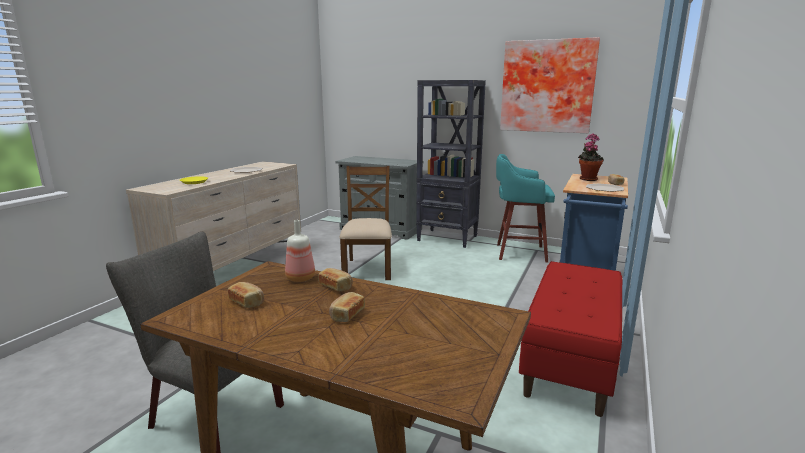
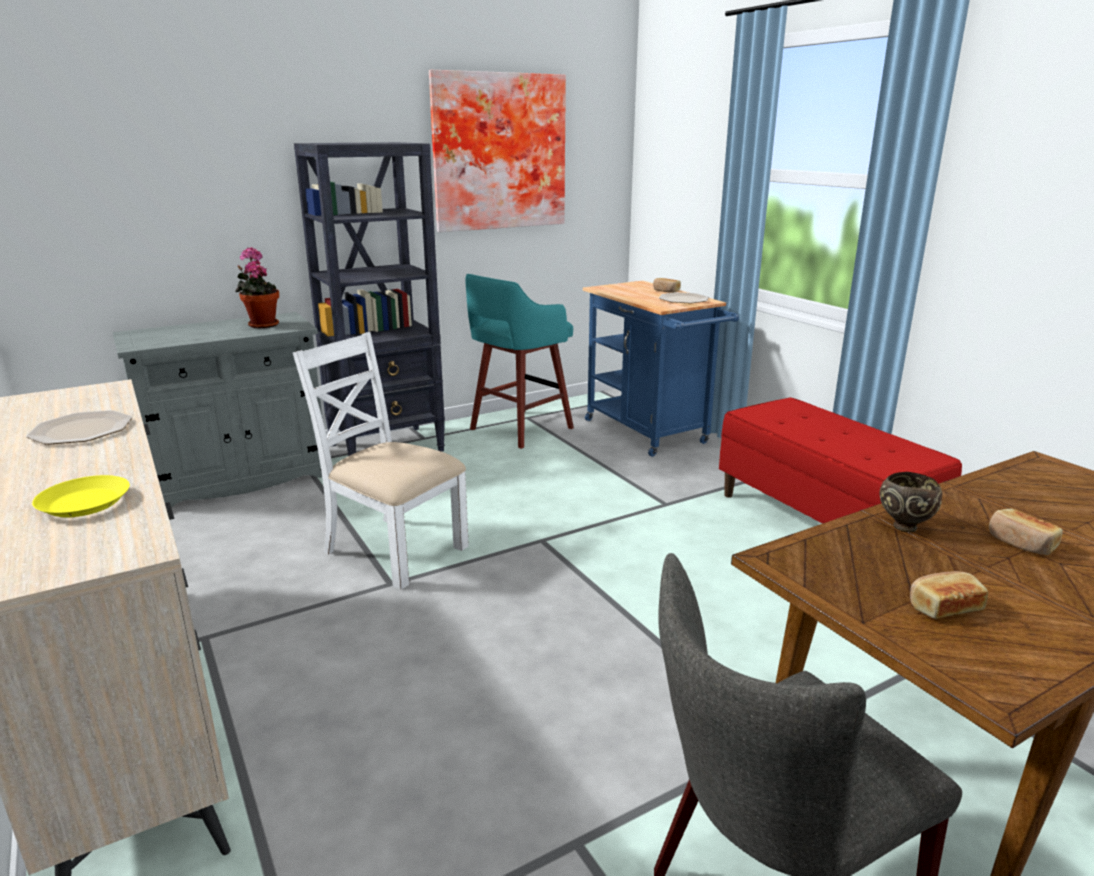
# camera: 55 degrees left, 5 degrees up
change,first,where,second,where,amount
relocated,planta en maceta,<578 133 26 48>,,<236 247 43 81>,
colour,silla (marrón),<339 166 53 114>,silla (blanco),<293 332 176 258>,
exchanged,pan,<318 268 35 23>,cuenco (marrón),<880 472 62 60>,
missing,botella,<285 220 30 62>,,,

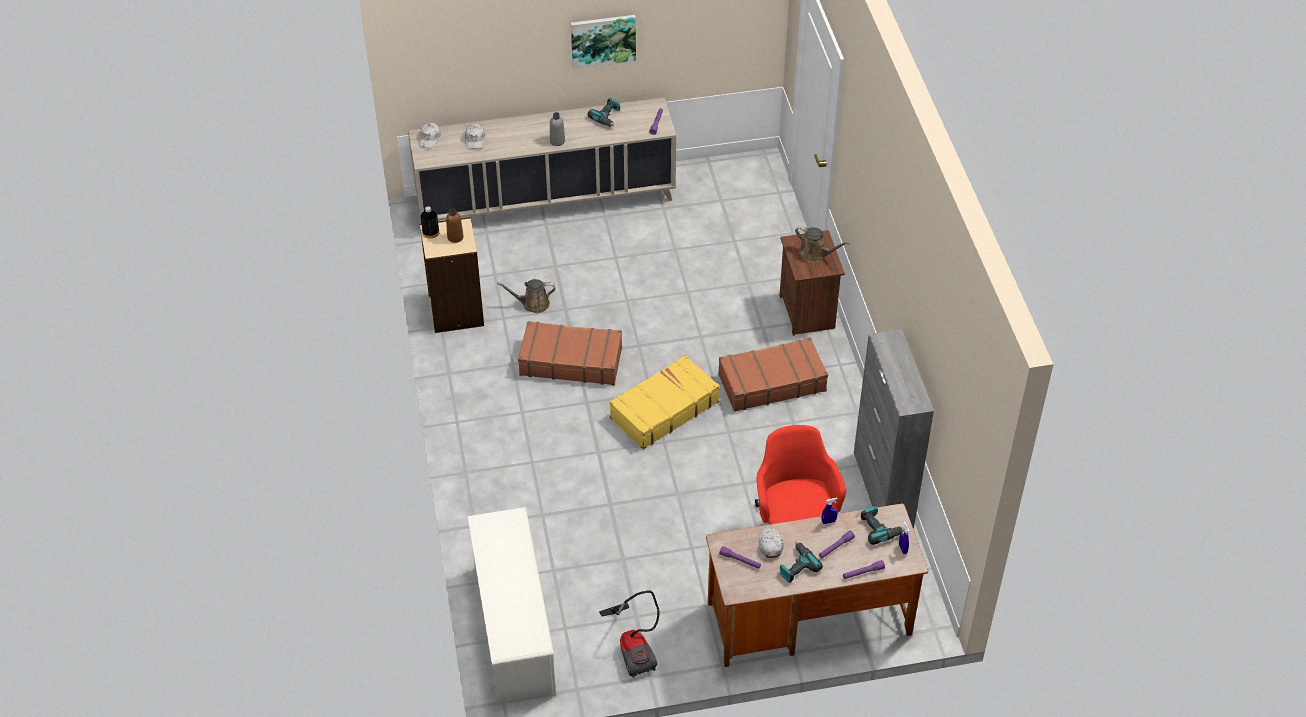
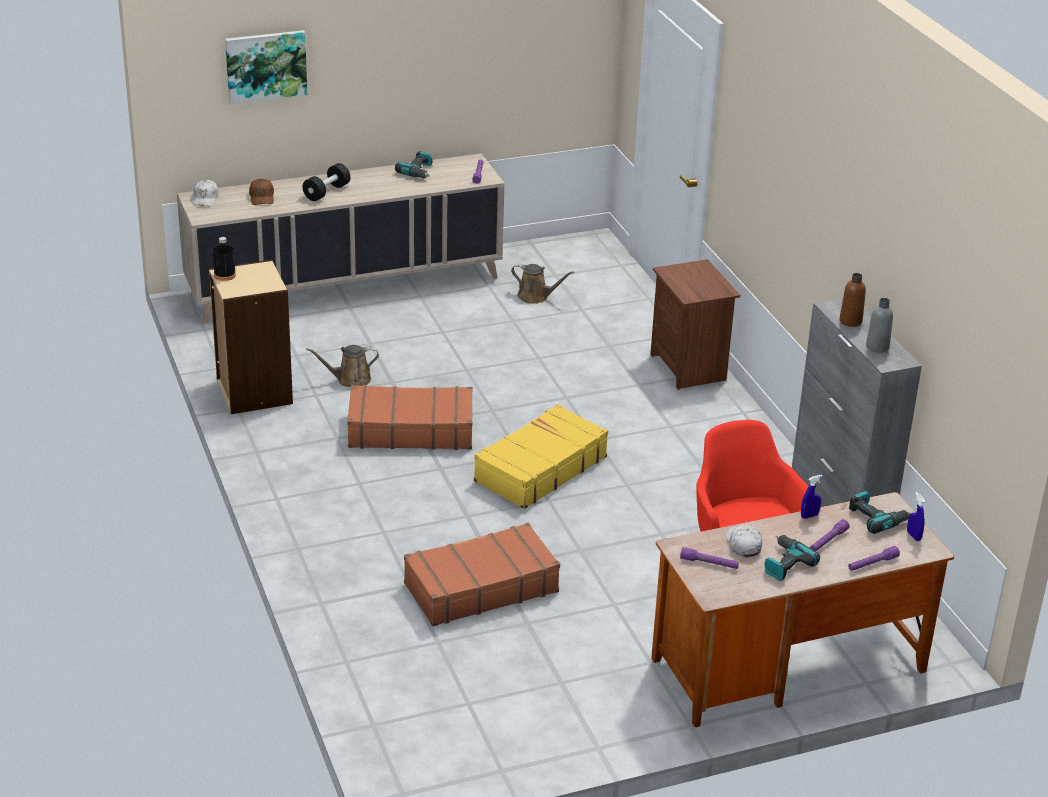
# camera: 10 degrees left, 15 degrees down
change,first,where,second,where,amount
relocated,cuadro,<571 15 65 54>,,<225 30 82 75>,
colour,gorra (blanco),<465 124 20 25>,gorra (marrón),<249 179 25 26>,
appeared,,,mancuerna (negro),<302 163 48 38>,
relocated,maleta (marrón),<718 337 110 75>,,<404 523 156 103>,
relocated,regadera (marrón),<795 225 54 38>,,<511 264 63 40>,
relocated,botella (marrón),<446 208 18 35>,,<840 273 26 54>,
relocated,botella (gris),<550 112 15 34>,,<866 298 27 55>,
missing,zapatero (blanco),<467 507 89 196>,,,
missing,aspiradora,<599 591 60 87>,,,

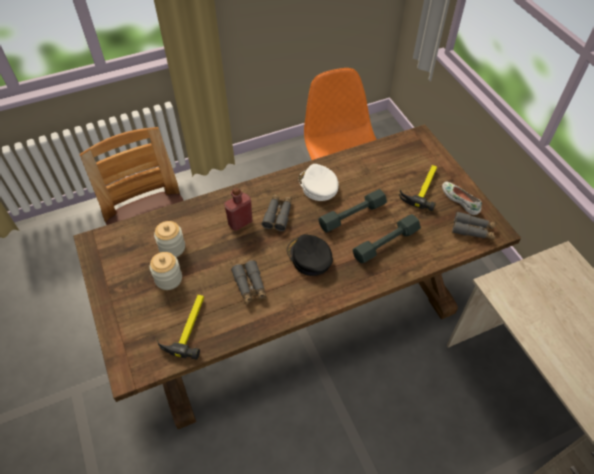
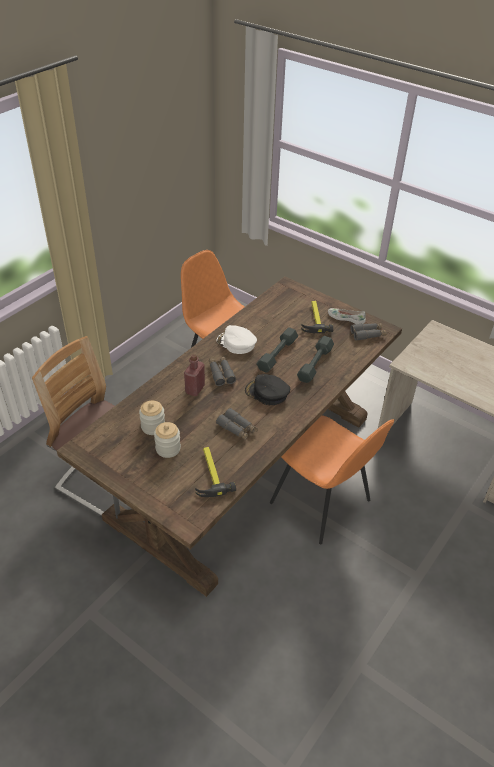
# camera: 30 degrees left, 10 degrees down
change,first,where,second,where,amount
appeared,,,silla (naranja),<270 415 124 130>,

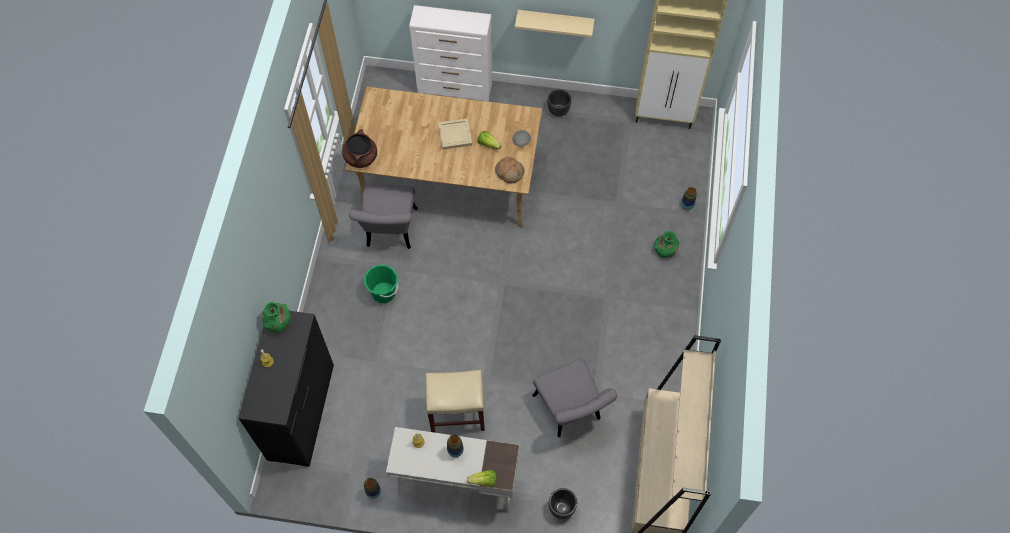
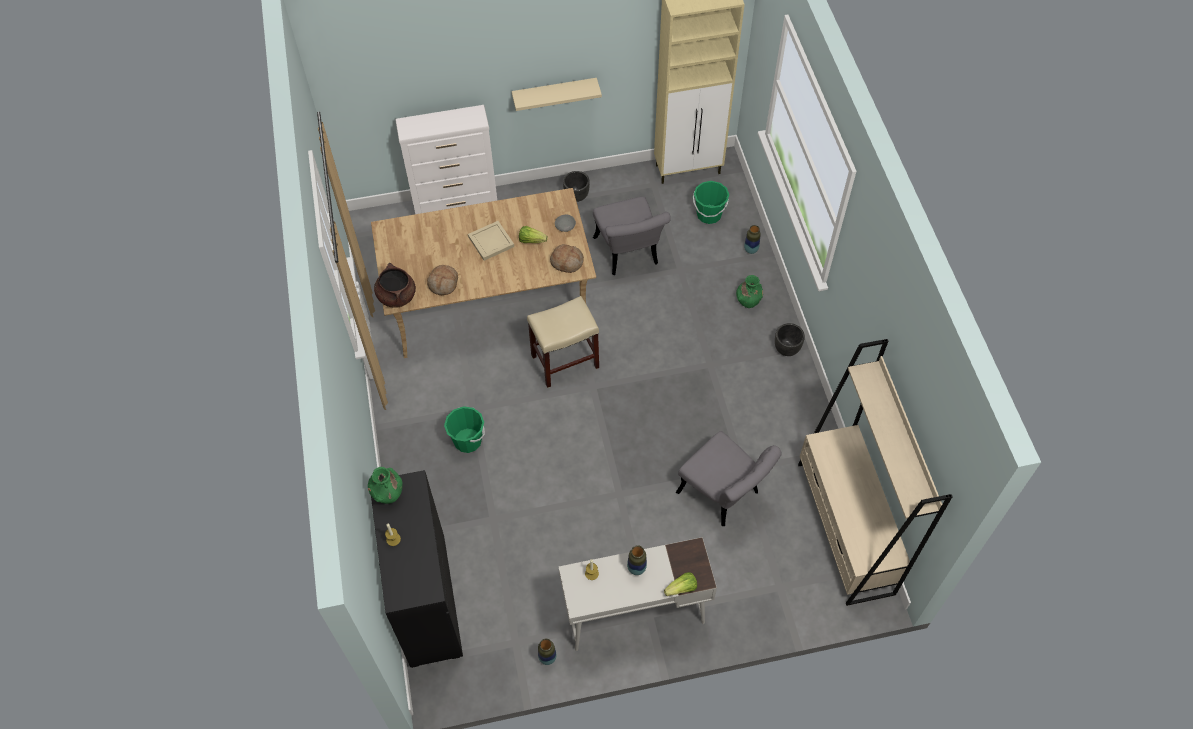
# camera: 20 degrees left, 5 degrees down
change,first,where,second,where,amount
appeared,,,pan,<427 265 31 30>,
relocated,taburete (beis),<425 370 60 63>,,<527 296 72 92>,
relocated,silla (gris),<349 184 69 65>,,<593 197 78 78>,
appeared,,,cubo (verde),<693 181 36 43>,
relocated,maceta (negro),<549 488 28 31>,,<775 323 30 33>,

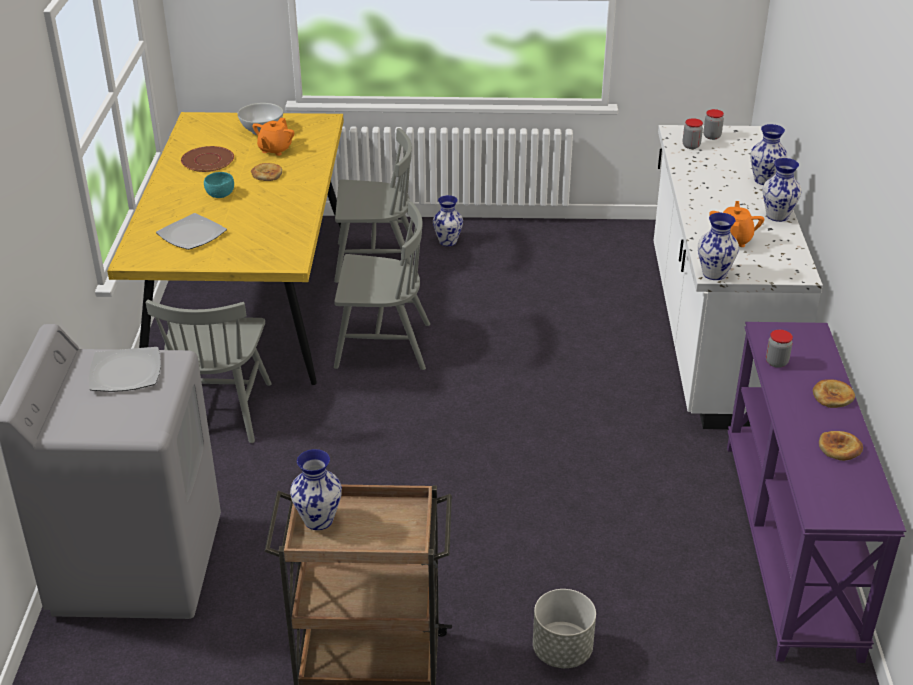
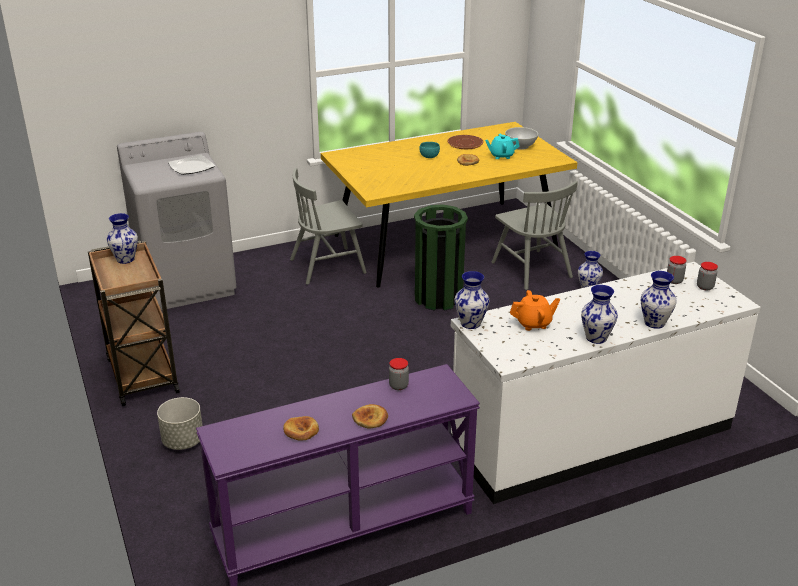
# camera: 65 degrees right, 5 degrees down
change,first,where,second,where,amount
exchanged,silla (gris),<334 202 96 168>,papelera (verde),<414 204 54 107>,
colour,tetera (naranja),<253 118 41 38>,tetera (turquesa),<485 134 35 25>,
missing,plato,<156 213 71 37>,,,

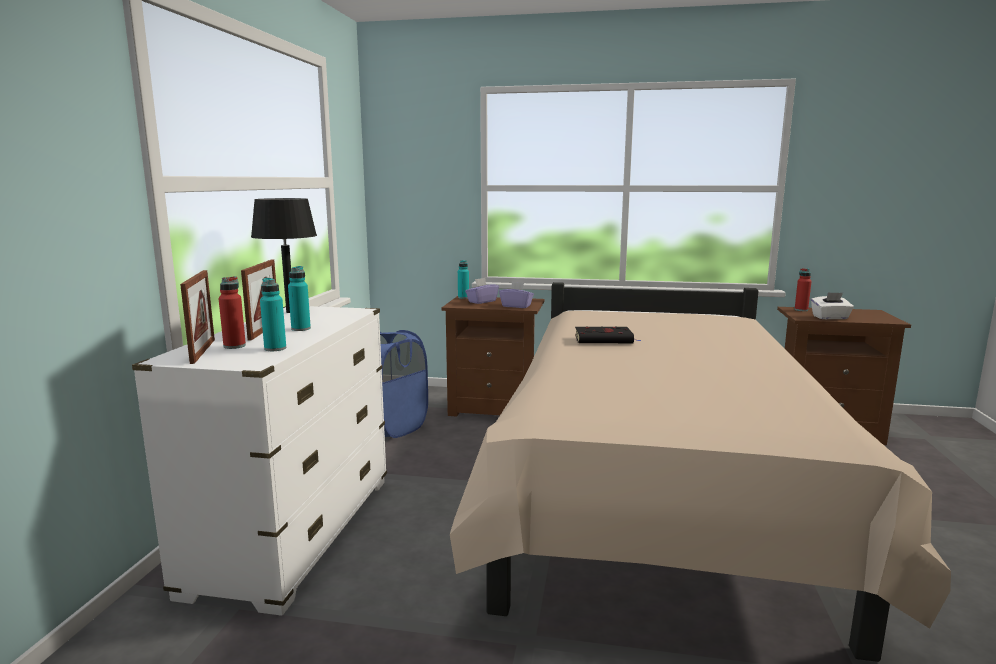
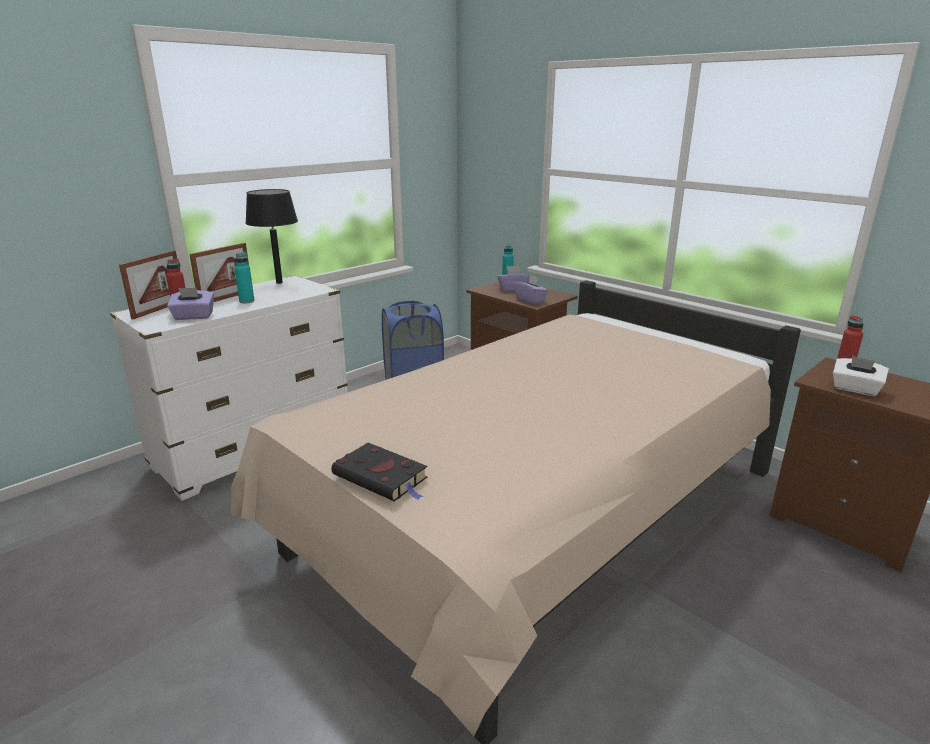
# camera: 35 degrees right, 10 degrees up
change,first,where,second,where,amount
exchanged,botella (turquesa),<260 278 26 73>,caja de pañuelos (morado),<167 288 47 32>,
relocated,libro (negro),<575 327 66 16>,,<332 443 95 58>,

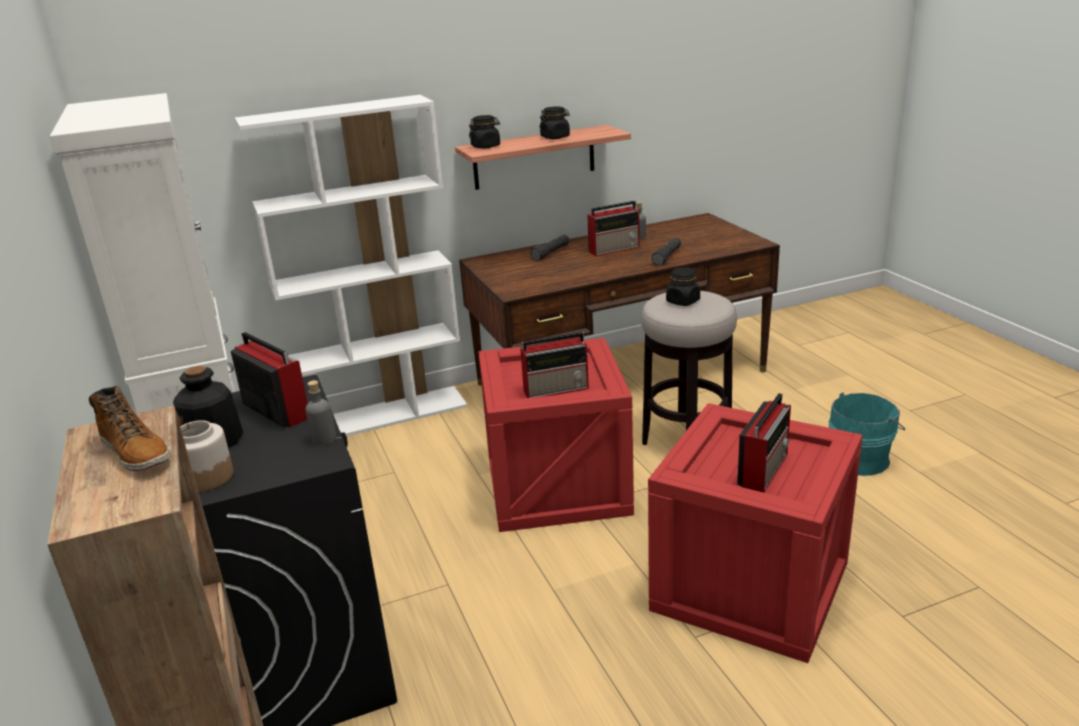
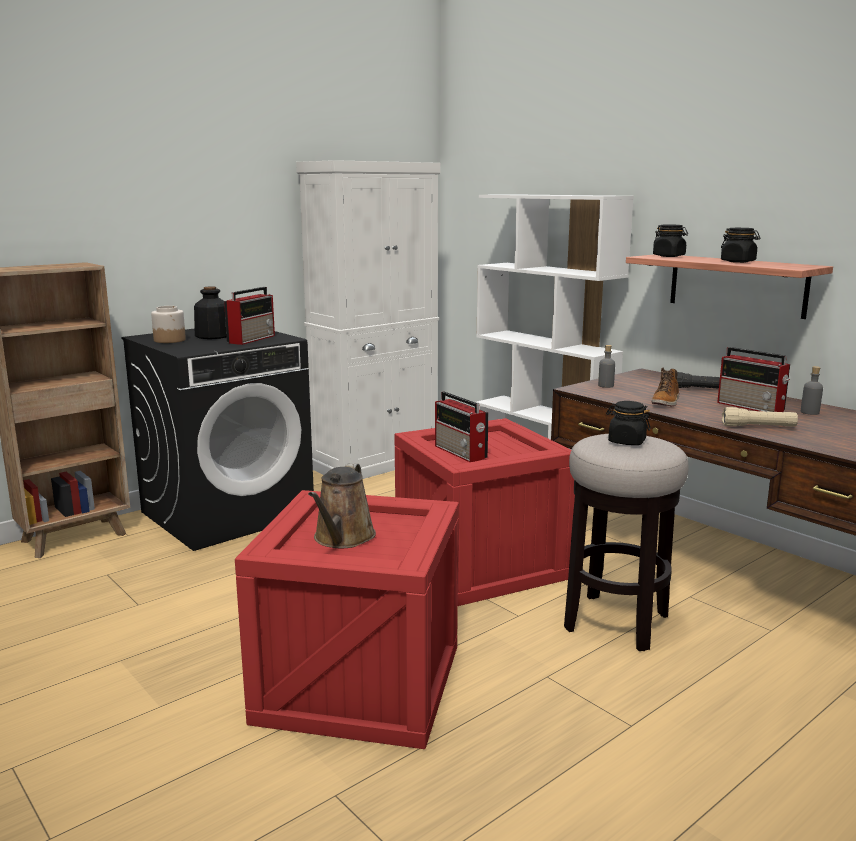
# camera: 70 degrees right, 10 degrees down
change,first,where,second,where,amount
exchanged,radio,<737 393 54 99>,regadera (marrón),<308 464 68 84>,
relocated,botella (gris),<305 380 31 66>,,<598 345 17 43>,
relocated,bota,<89 386 82 85>,,<652 368 27 38>,
colour,linterna (negro),<651 238 30 28>,linterna (beis),<722 407 76 20>,
missing,cubo (turquesa),<829 393 76 83>,,,

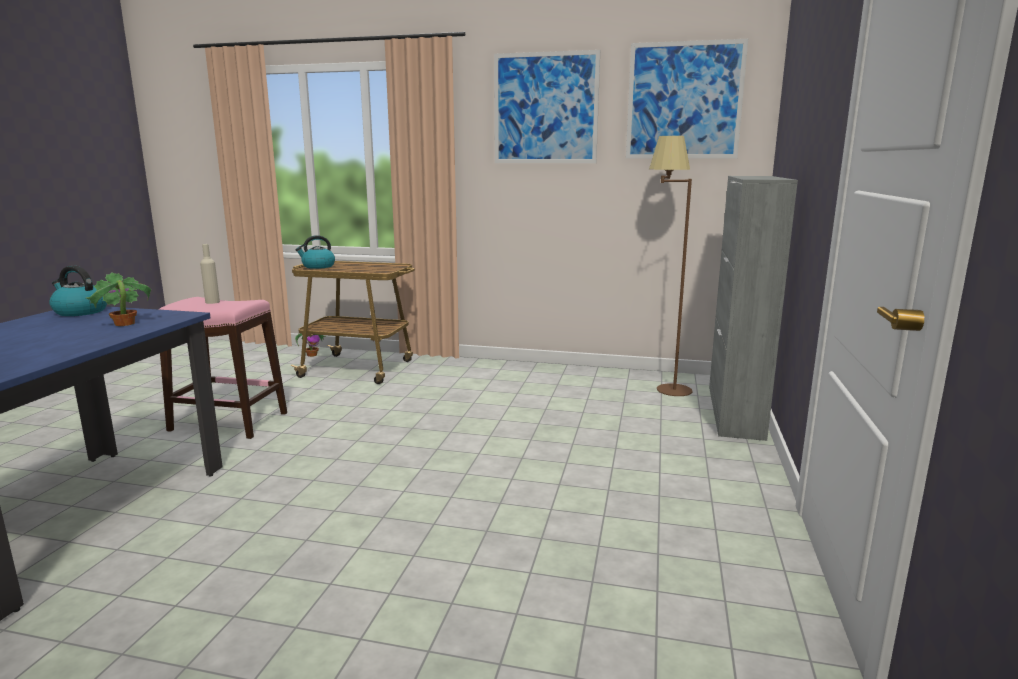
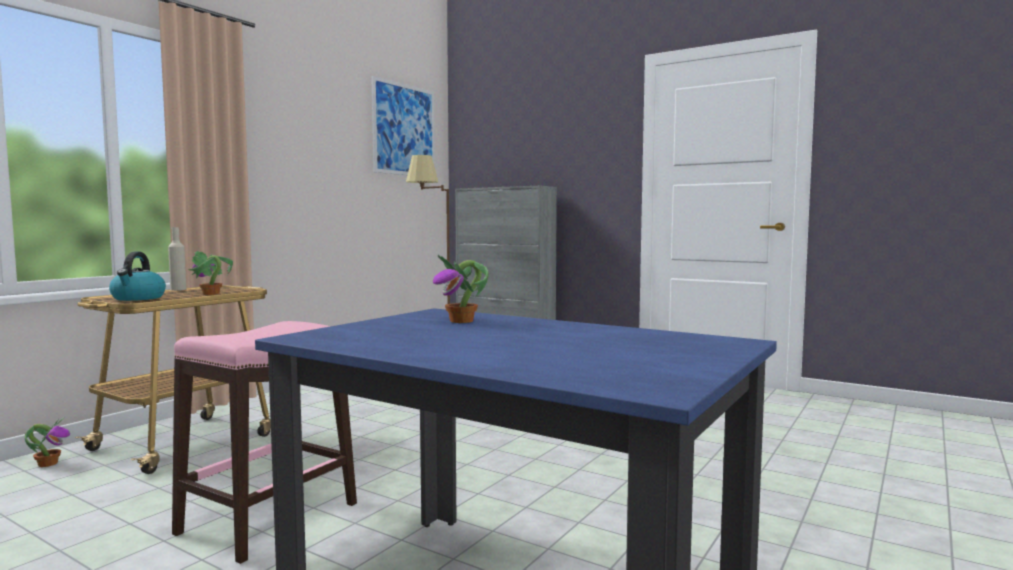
# camera: 70 degrees left, 10 degrees down
change,first,where,second,where,amount
relocated,botella (beis),<200 244 20 60>,,<168 227 18 64>,
appeared,,,planta en maceta,<188 251 45 44>,
missing,hervidor,<49 266 58 50>,,,
missing,cuadro,<494 50 106 113>,,,

